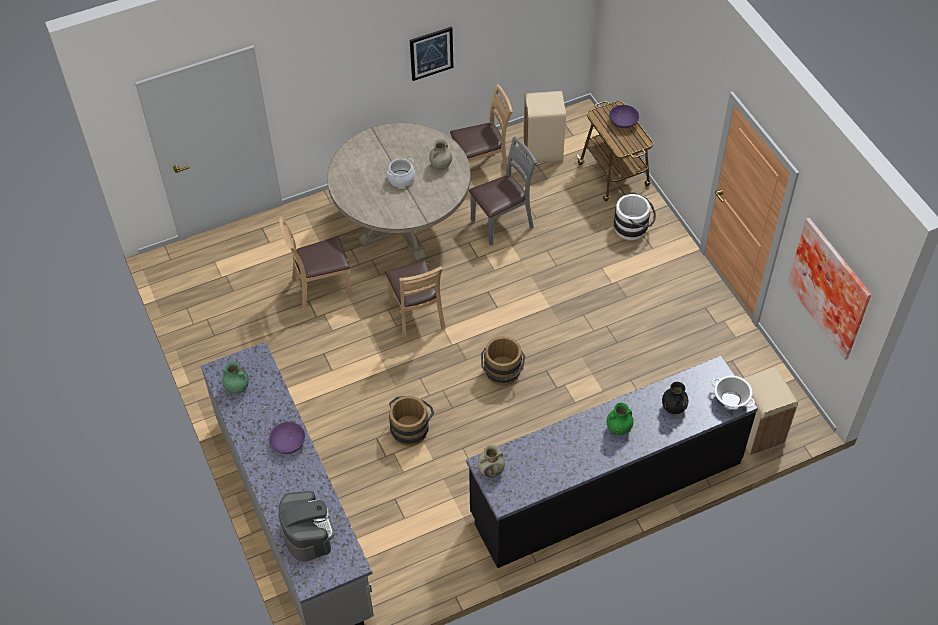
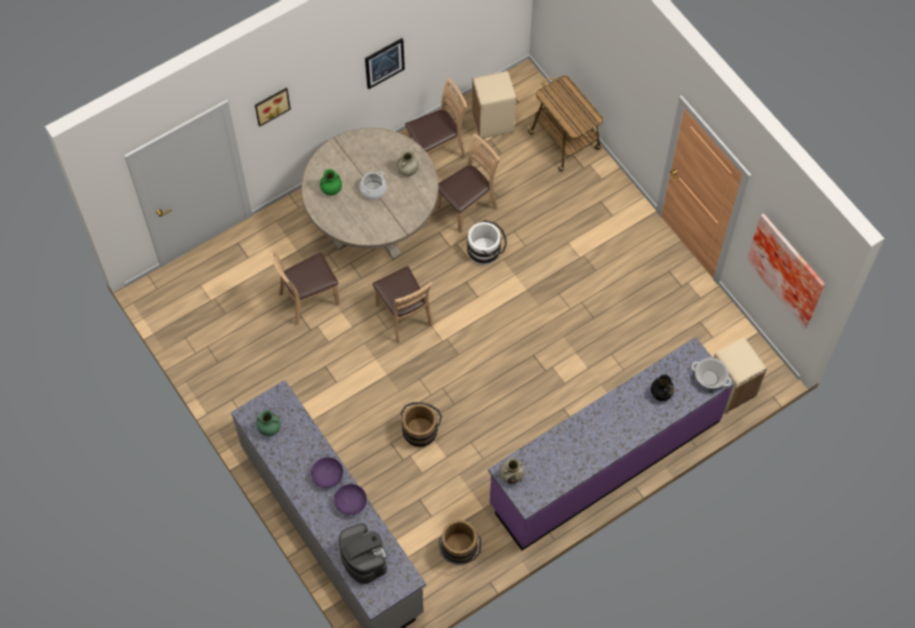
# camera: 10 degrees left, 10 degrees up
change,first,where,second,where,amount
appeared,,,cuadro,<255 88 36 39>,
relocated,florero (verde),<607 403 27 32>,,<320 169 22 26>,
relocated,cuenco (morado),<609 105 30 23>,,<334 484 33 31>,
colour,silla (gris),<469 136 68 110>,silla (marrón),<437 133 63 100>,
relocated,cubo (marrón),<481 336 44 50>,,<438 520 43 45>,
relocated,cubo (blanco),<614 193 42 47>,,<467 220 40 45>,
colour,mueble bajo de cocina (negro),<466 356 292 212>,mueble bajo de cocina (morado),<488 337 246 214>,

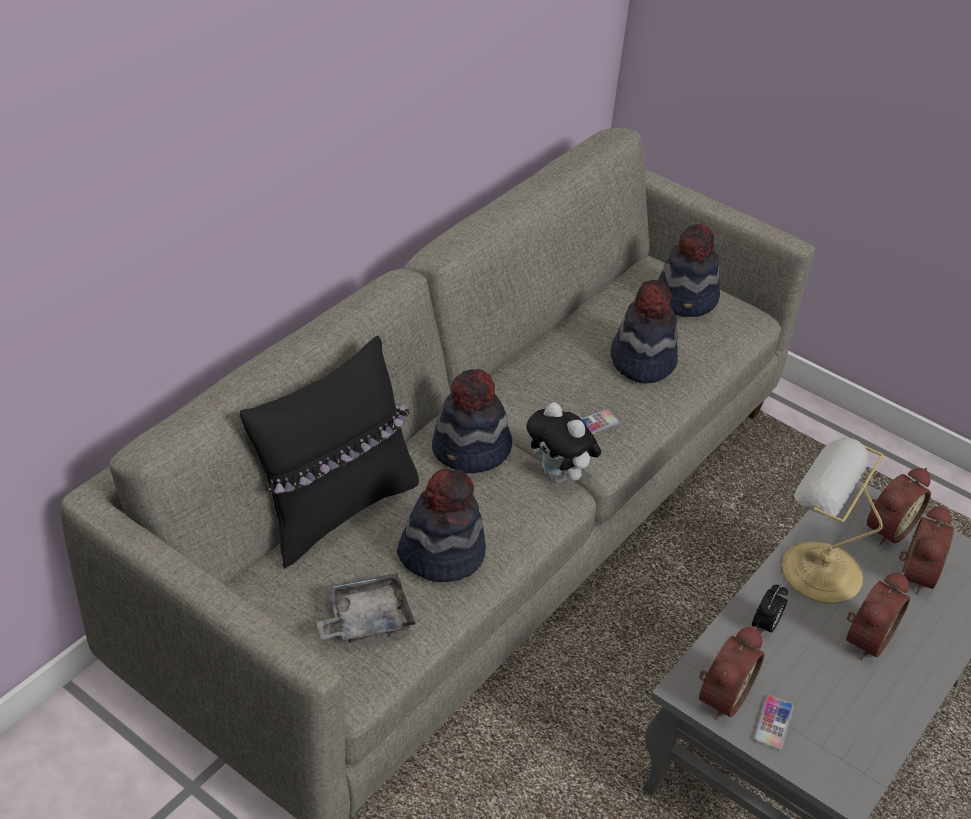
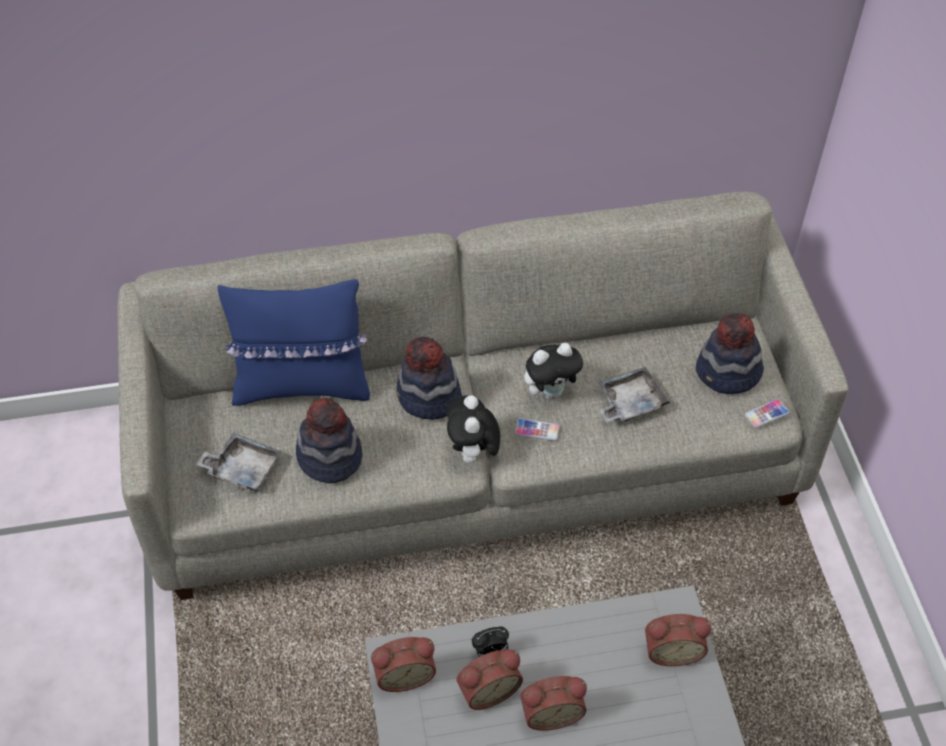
# camera: 45 degrees right, 10 degrees up
change,first,where,second,where,amount
colour,cojín (negro),<240 336 179 233>,cojín (azul),<217 279 153 127>,
relocated,despertador,<899 505 55 89>,,<457 649 66 61>,
appeared,,,peluche,<524 343 61 56>,
exchanged,sombrero,<610 280 68 104>,bandeja (gris),<598 367 72 55>,
relocated,móvil,<754 695 40 55>,,<744 399 46 29>,
missing,lámpara de mesa,<782 438 101 166>,,,

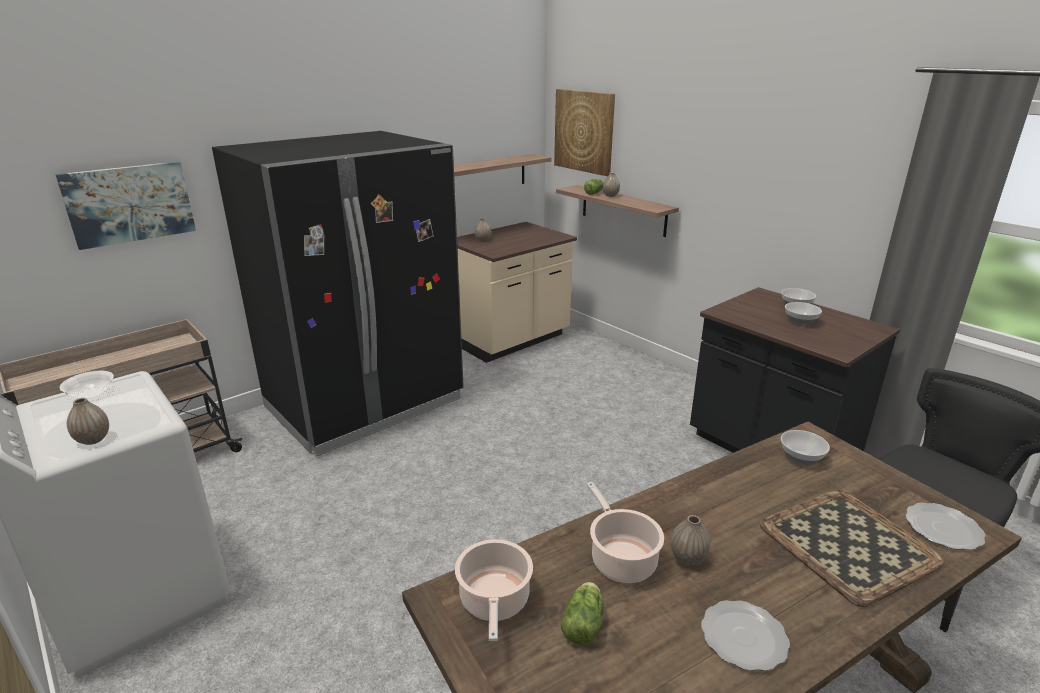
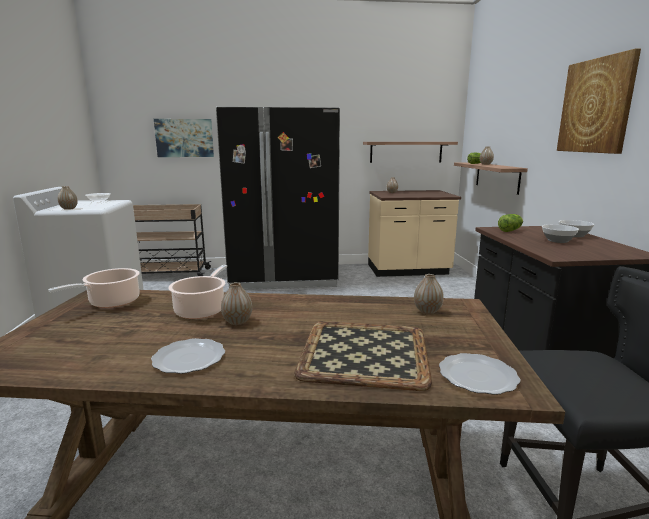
# camera: 35 degrees right, 10 degrees down
change,first,where,second,where,amount
exchanged,cuenco,<781 430 49 36>,florero,<414 274 30 40>,
relocated,lechuga,<561 582 42 64>,,<498 214 25 18>,
relocated,cuadro,<554 89 61 87>,,<557 48 84 106>,

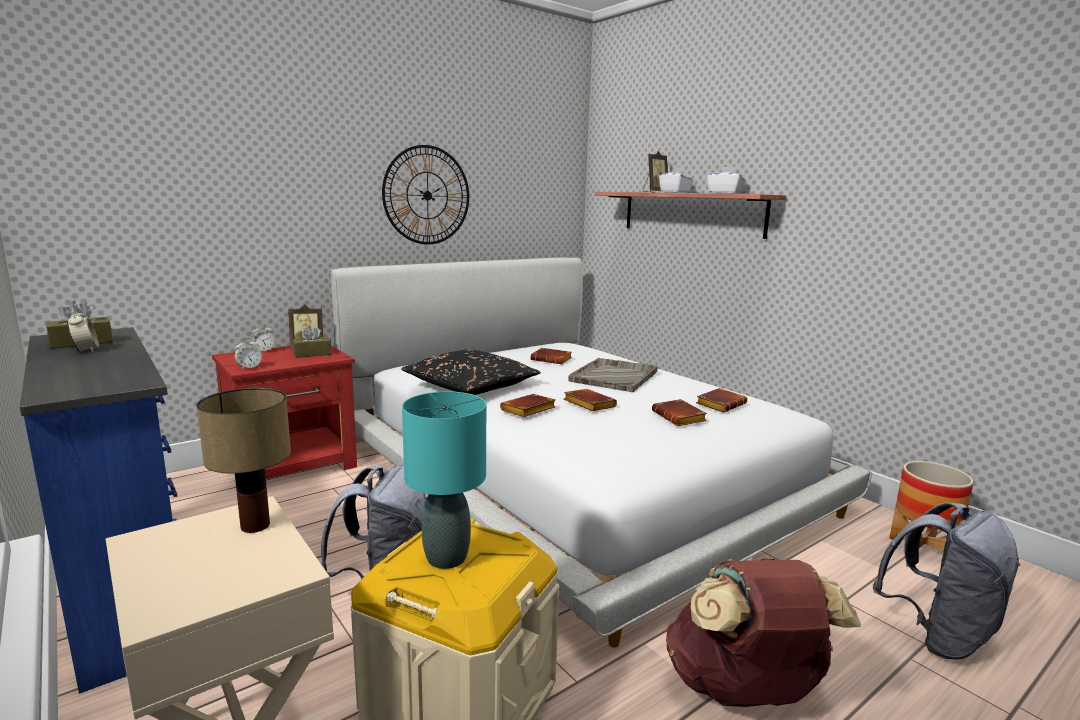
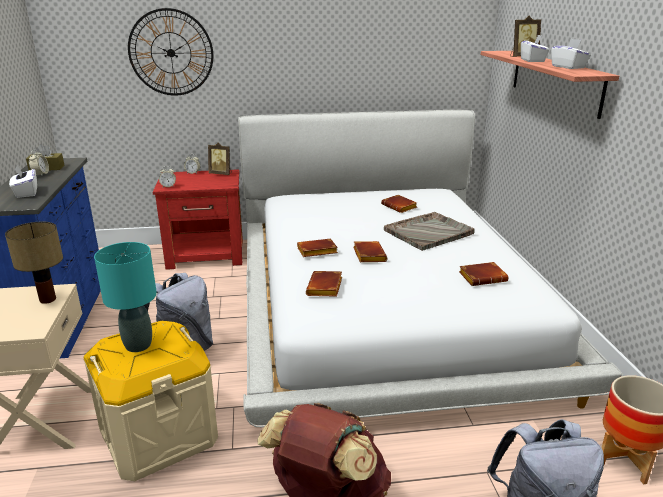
# camera: 30 degrees right, 10 degrees up
change,first,where,second,where,amount
appeared,,,caja de pañuelos (blanco),<9 165 28 33>,
relocated,reloj de pared,<382 145 87 100>,,<128 8 85 88>,
relocated,libro (marrón),<652 399 55 27>,,<306 271 36 26>,
missing,caja de pañuelos (marrón),<292 326 39 32>,,,
missing,cojín (negro),<401 349 140 46>,,,

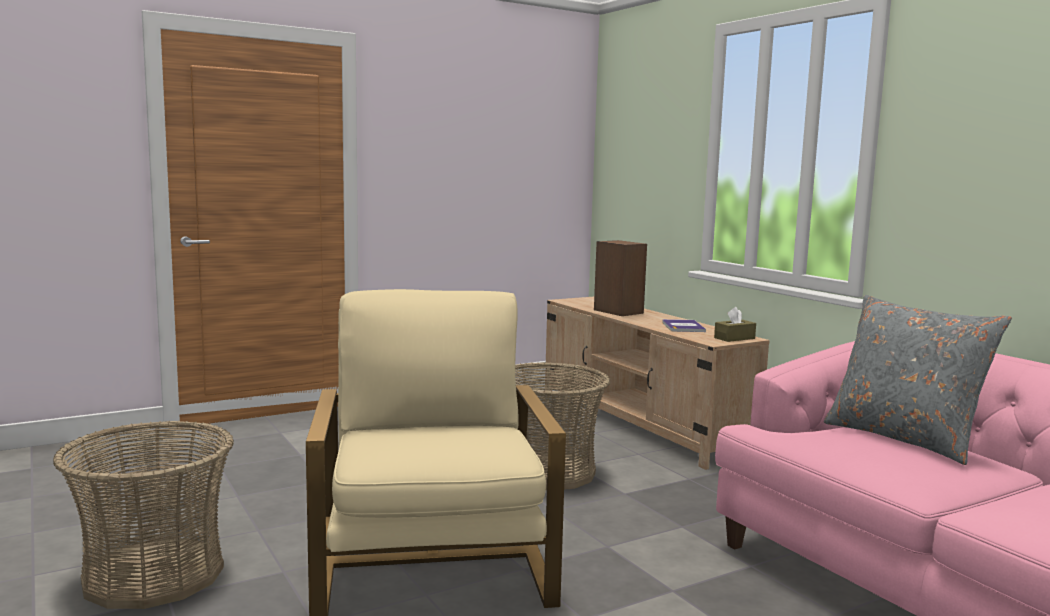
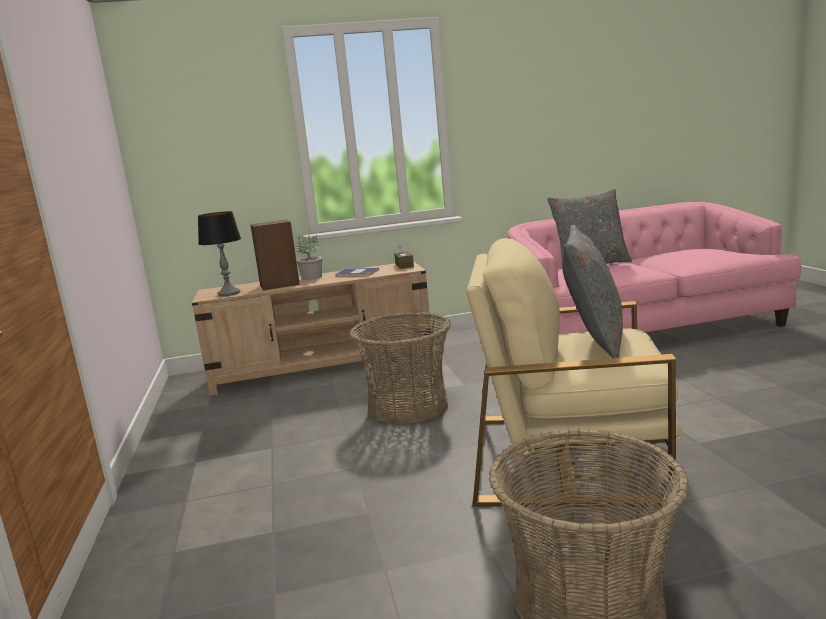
# camera: 70 degrees left, 5 degrees up
change,first,where,second,where,amount
appeared,,,lámpara de mesa,<198 211 43 85>,
appeared,,,planta en maceta,<297 235 25 45>,
appeared,,,cojín (gris),<562 225 61 133>,

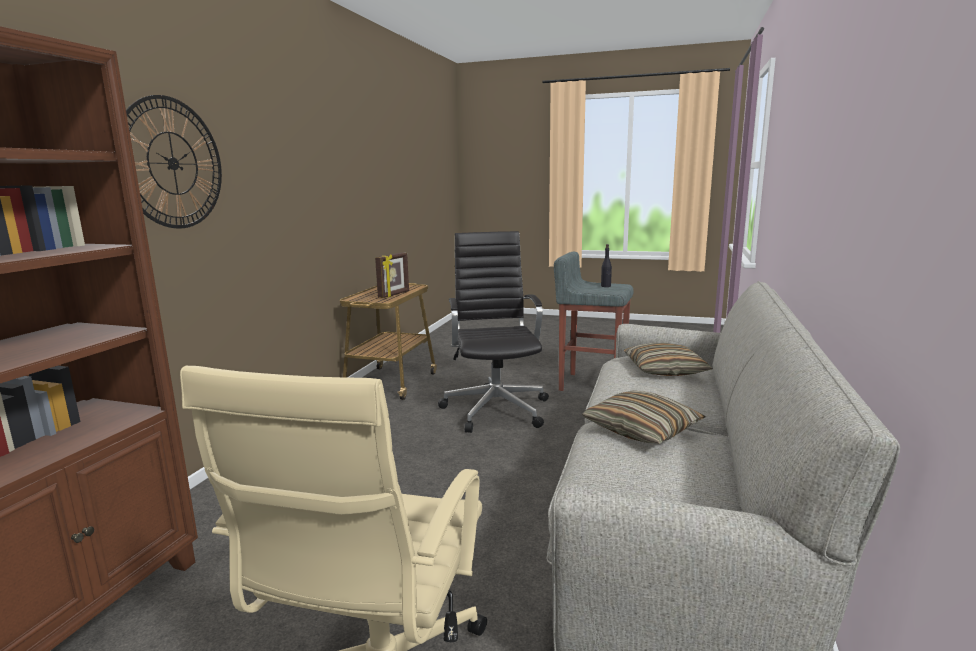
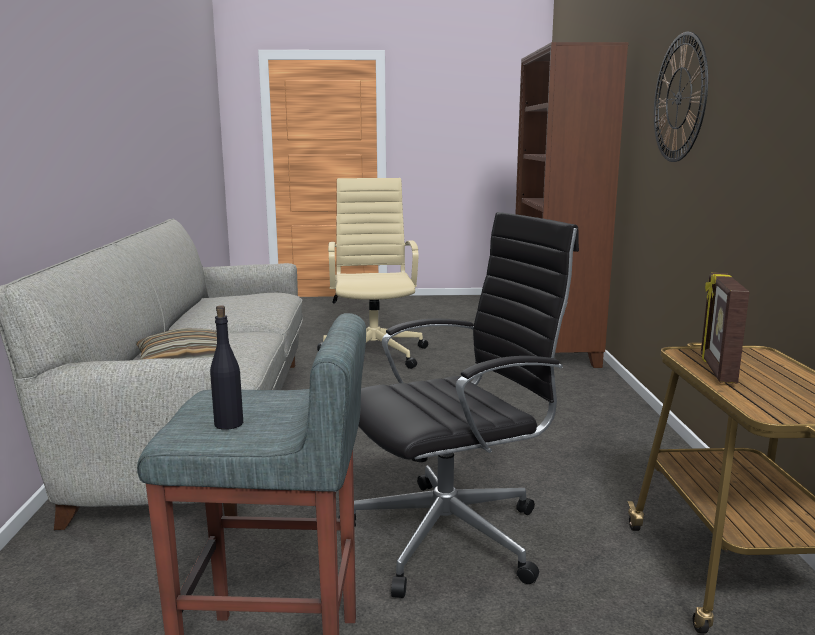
# camera: 160 degrees right, 0 degrees up
change,first,where,second,where,amount
spun,silla de oficina (negro),<438 231 111 202>,,<338 212 241 386>,90 degrees counterclockwise
missing,cojín,<582 390 123 54>,,,

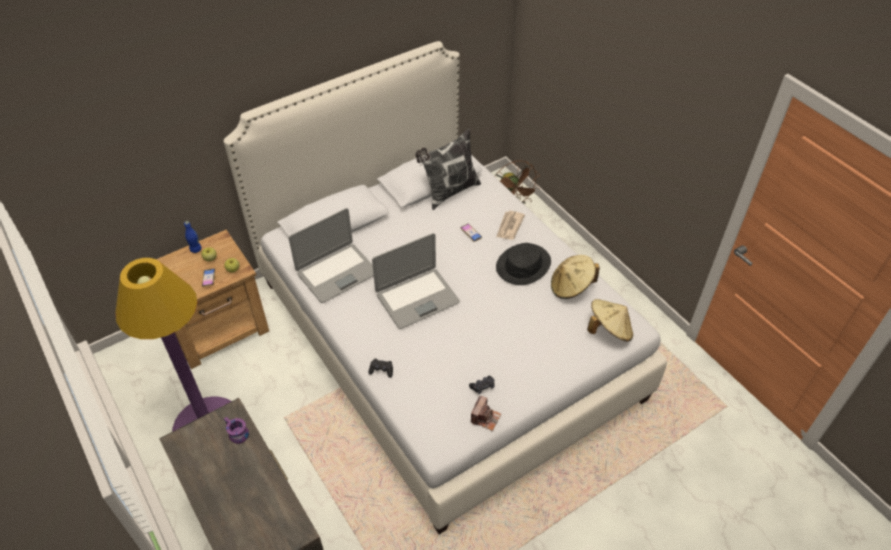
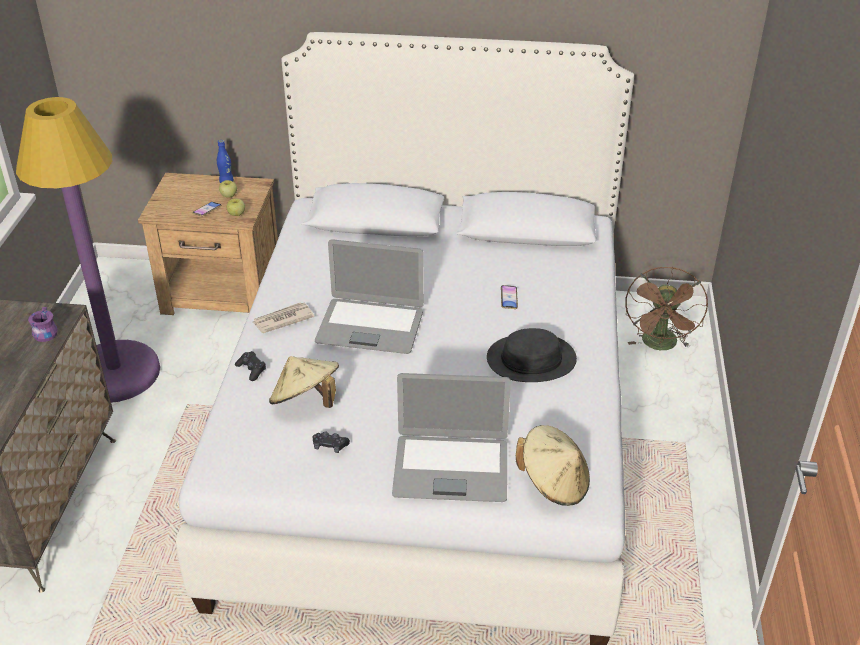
# camera: 40 degrees right, 10 degrees down
change,first,where,second,where,amount
relocated,periódico,<496 211 29 29>,,<253 302 62 31>,
relocated,sombrero (beis),<551 255 49 44>,,<269 356 70 52>,
relocated,portátil,<289 208 85 95>,,<392 373 119 129>,
missing,cojín,<415 129 66 81>,,,
missing,cámara,<471 395 30 36>,,,

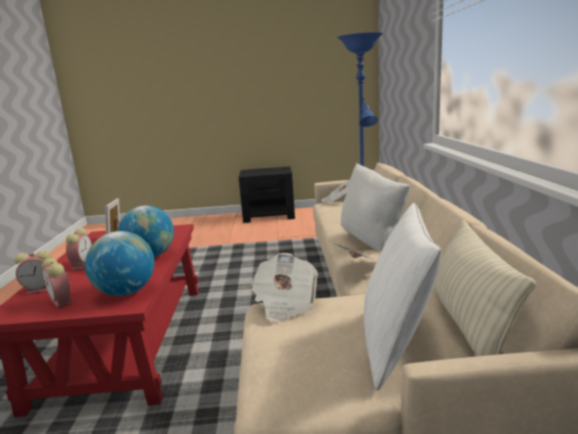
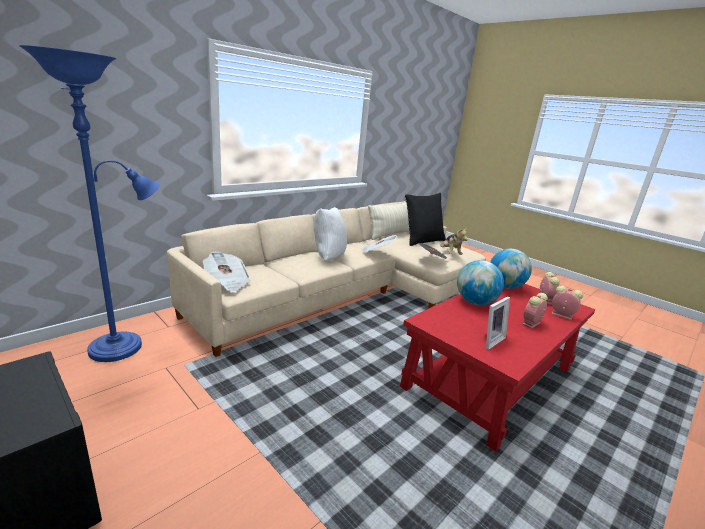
# camera: 135 degrees left, 5 degrees up
change,first,where,second,where,amount
colour,cojín (blanco),<364 203 78 187>,cojín (negro),<405 193 41 53>,
appeared,,,peluche,<440 228 28 27>,

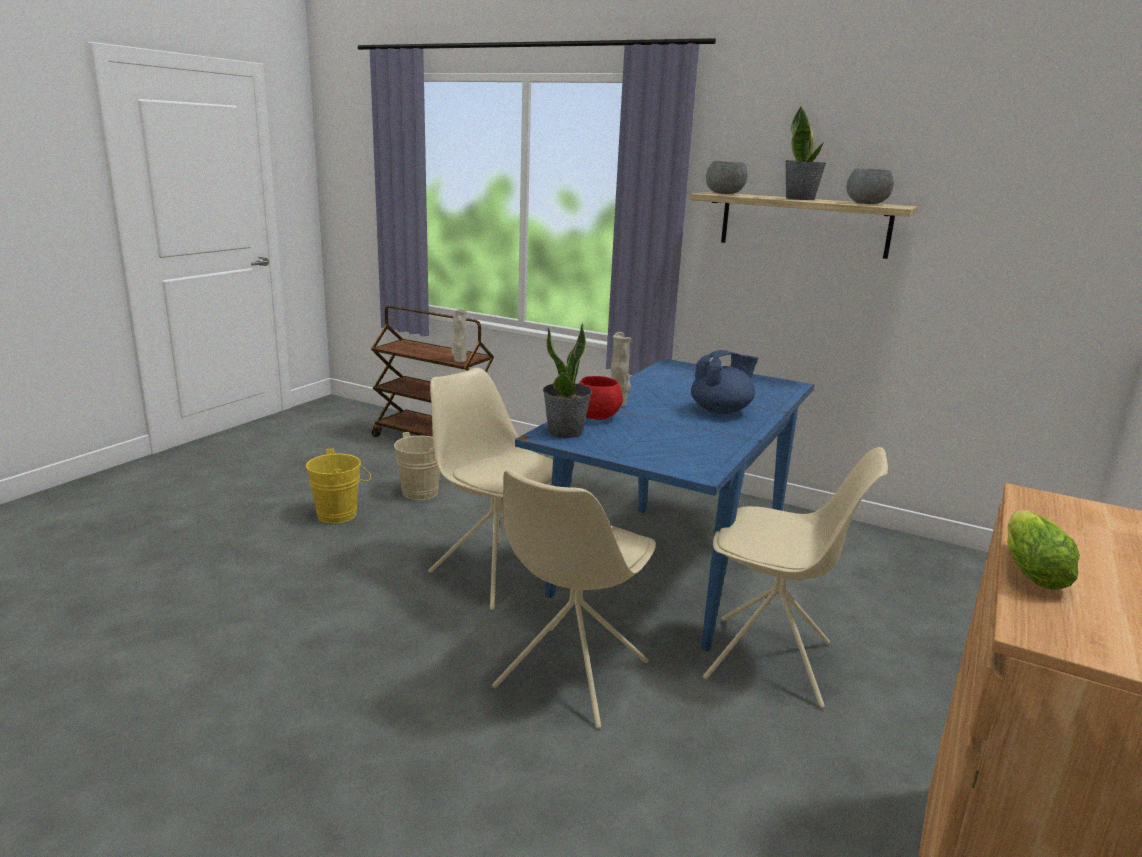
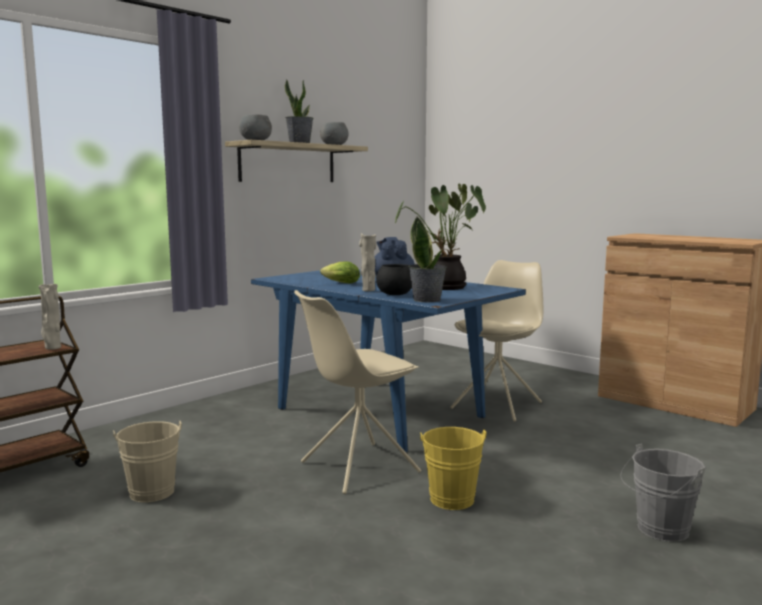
# camera: 75 degrees left, 10 degrees down
change,first,where,second,where,amount
relocated,lechuga,<1007 510 73 80>,,<320 261 40 22>,
colour,cuenco (rojo),<579 376 44 44>,cuenco (negro),<376 264 36 31>,
appeared,,,planta en maceta,<394 183 92 107>,
relocated,cubo (amarillo),<306 448 65 76>,,<420 427 67 83>,
appeared,,,cubo (gris),<620 443 86 99>,
missing,silla (beis),<492 470 164 259>,,,

